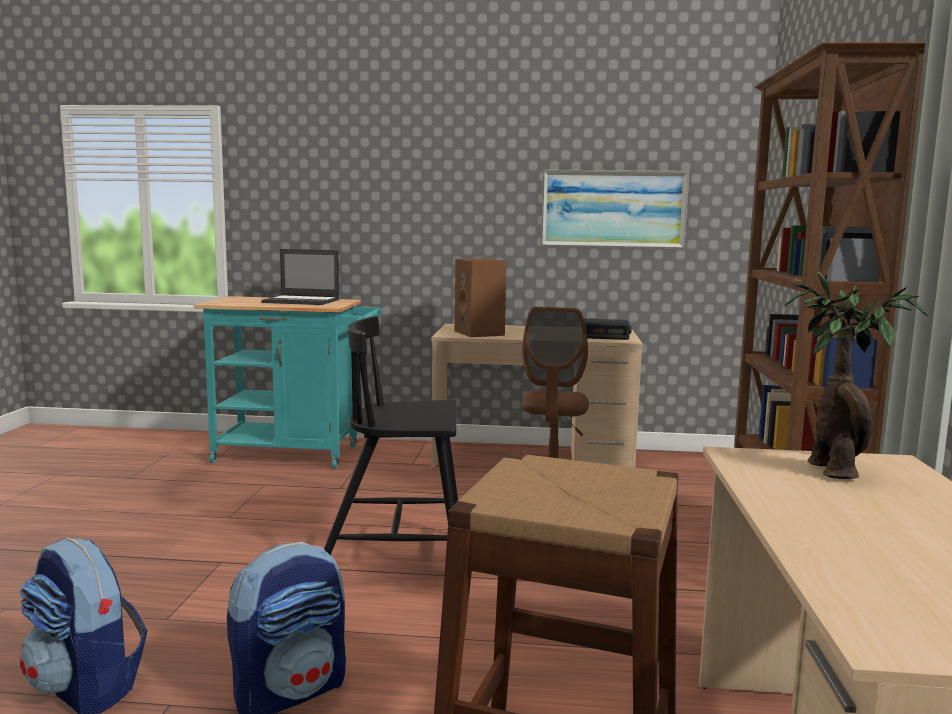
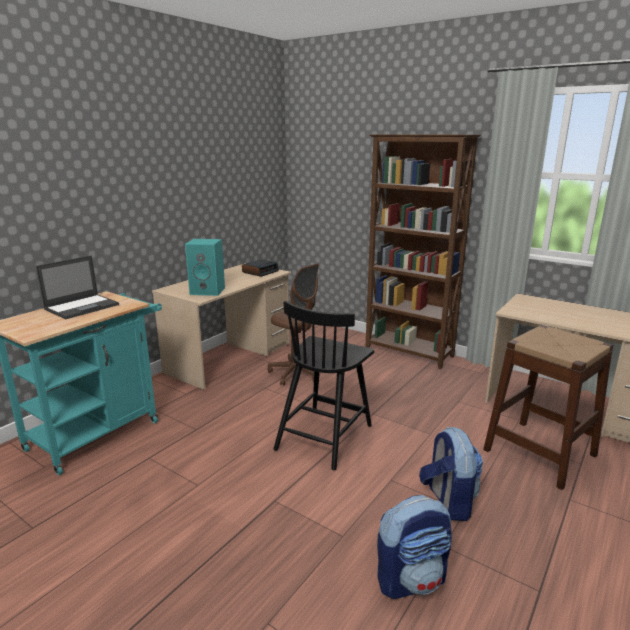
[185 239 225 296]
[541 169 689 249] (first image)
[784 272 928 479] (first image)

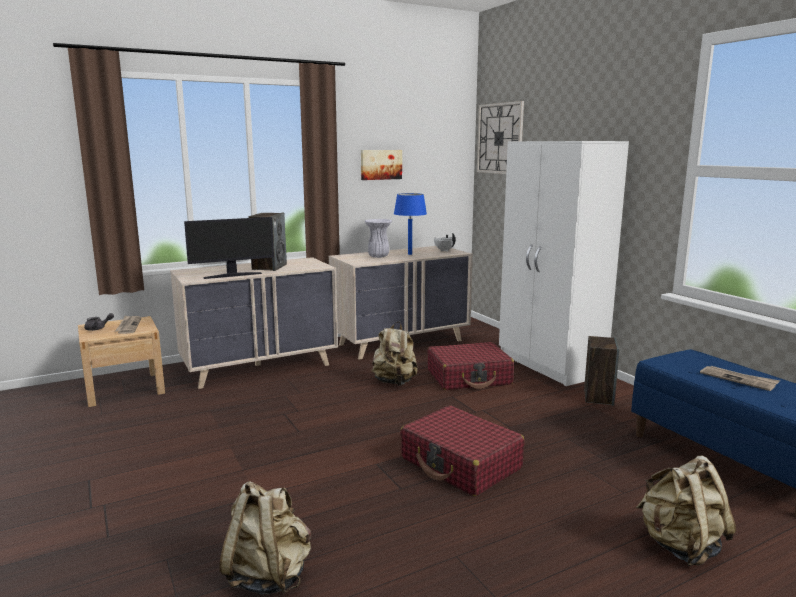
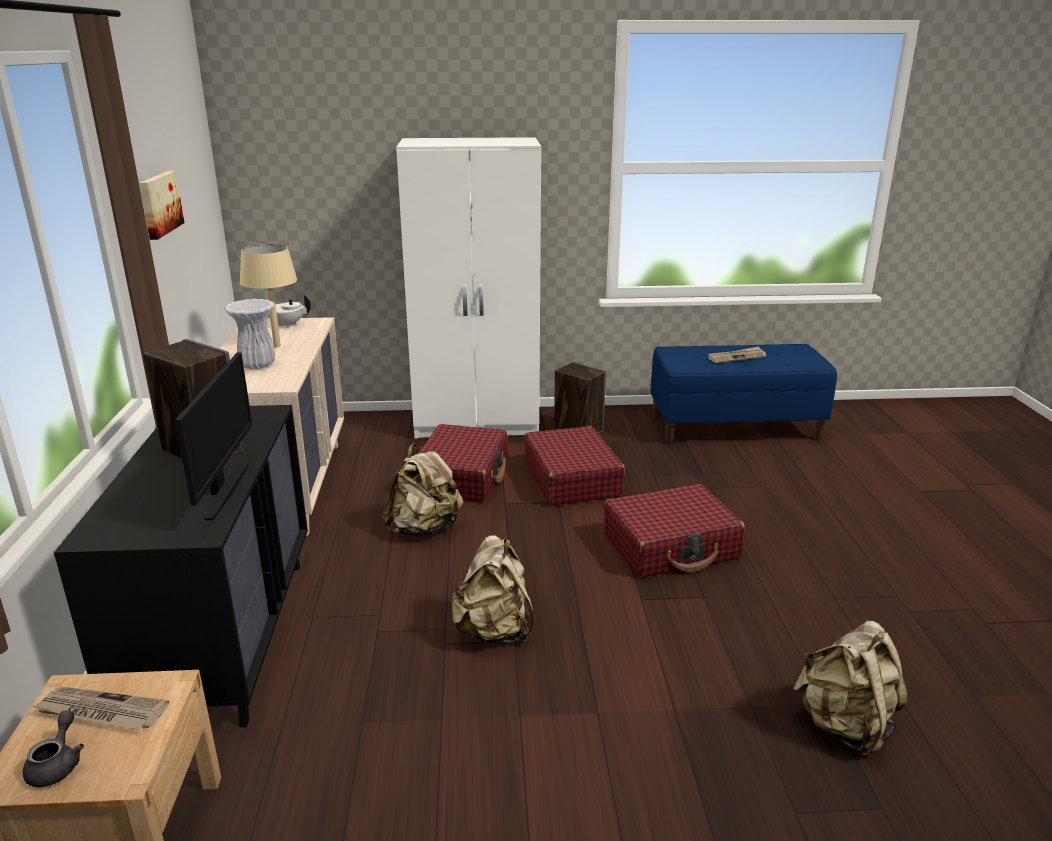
[54 405 308 727]
[240 244 298 347]
[477 101 524 174] (first image)
[451 535 534 643]
[524 426 625 505]

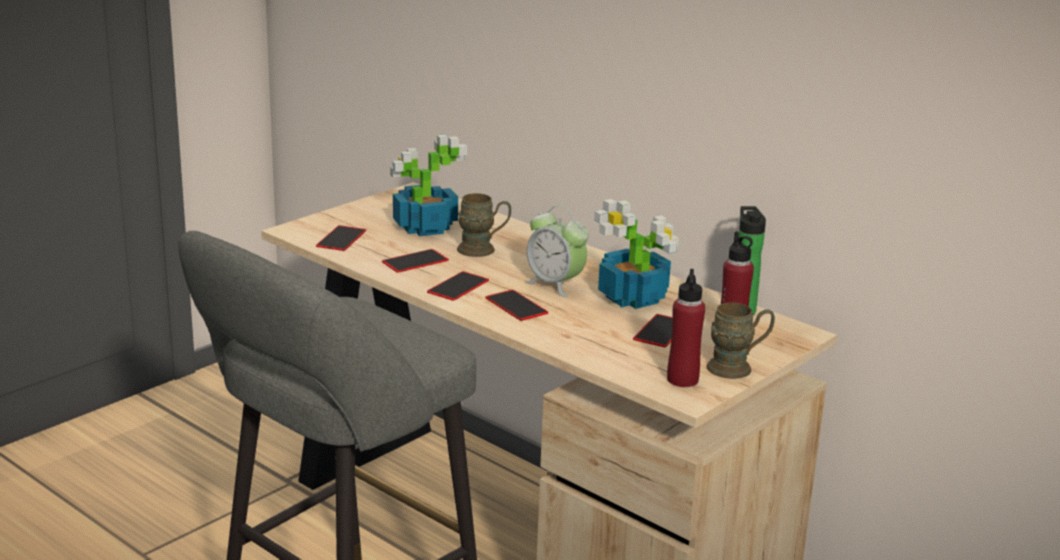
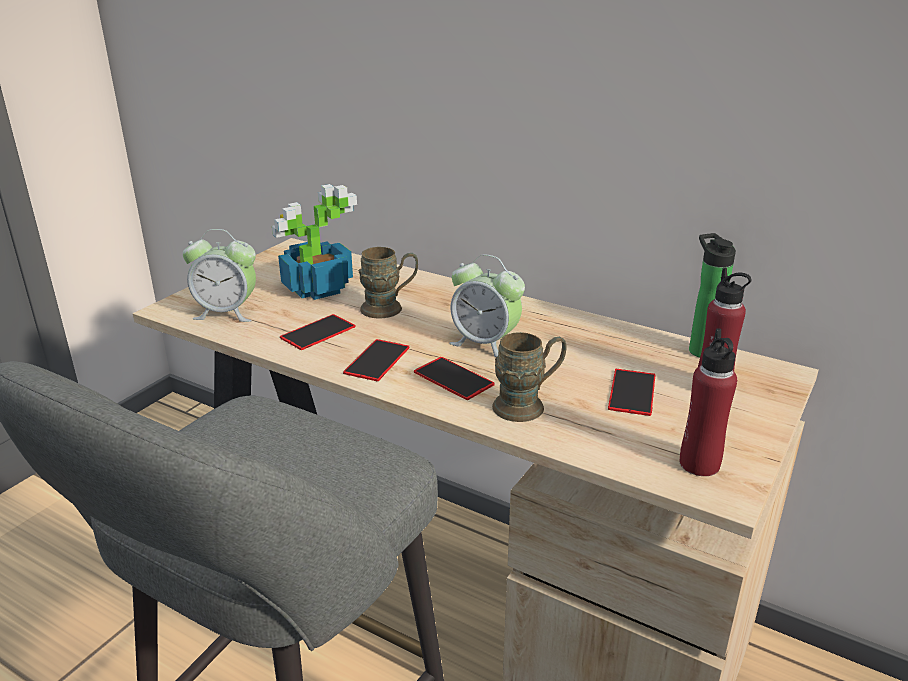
[183 229 256 322]
[594 199 679 309] (first image)
[492 332 567 422]

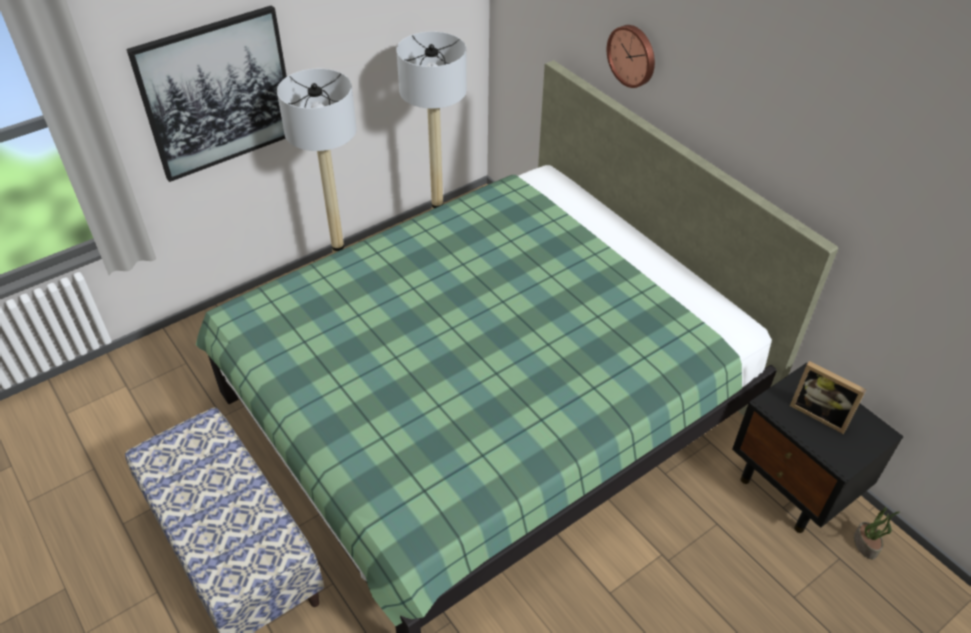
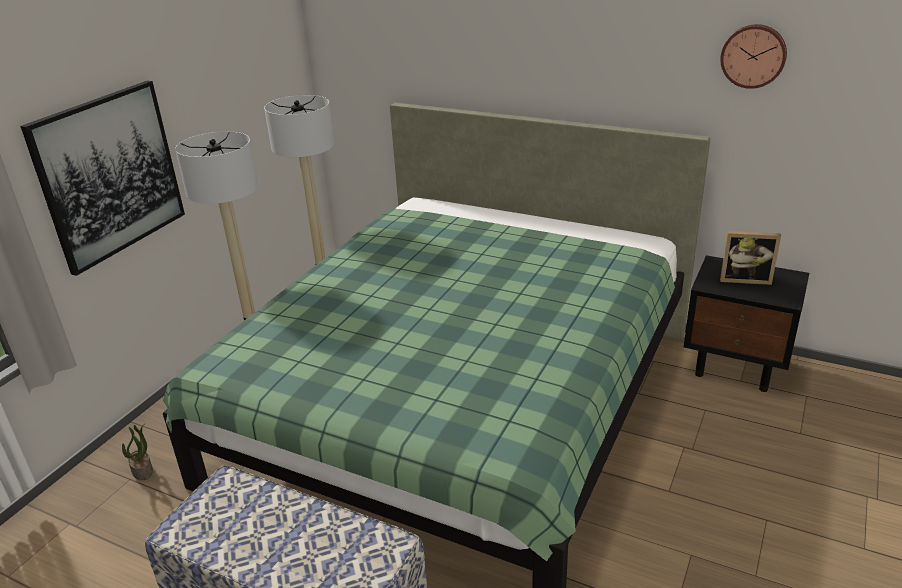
[720 24 787 89]
[122 423 153 480]

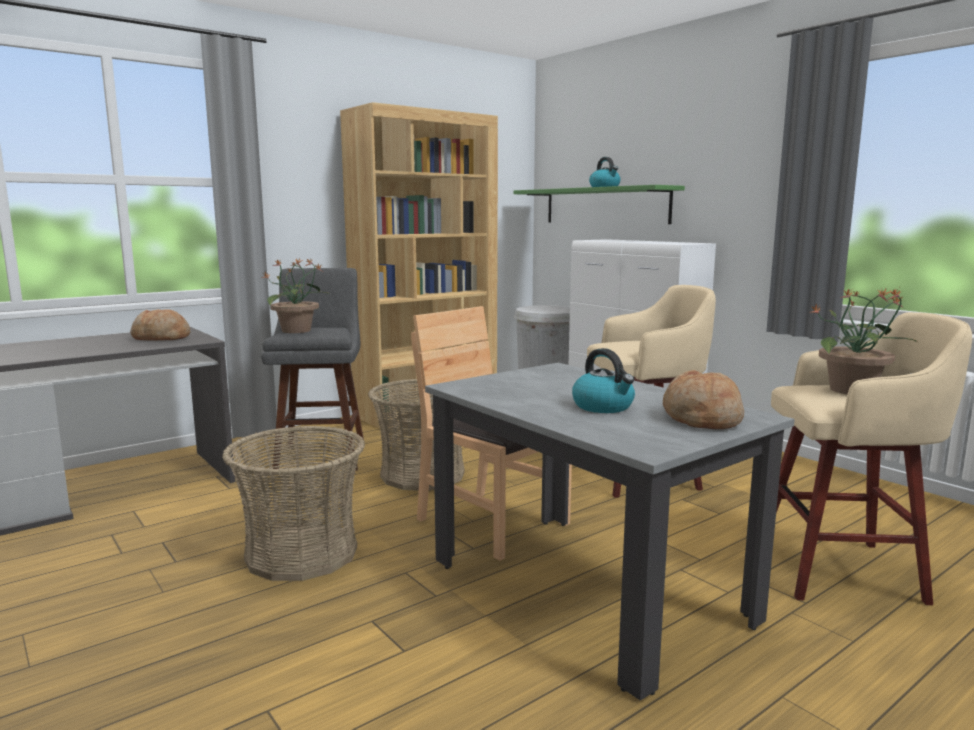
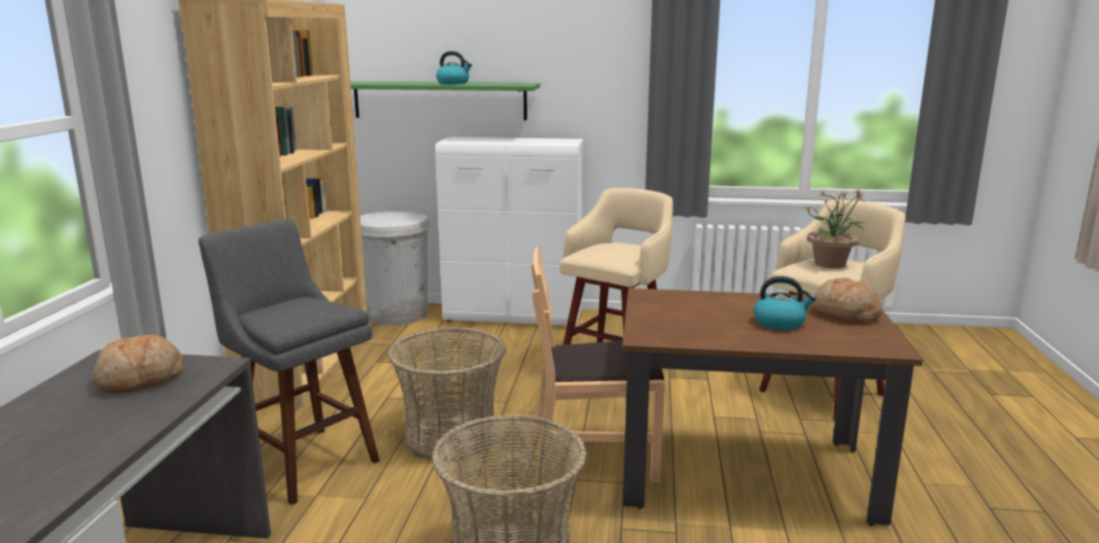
[261 258 331 333] (first image)
[622 288 923 526]

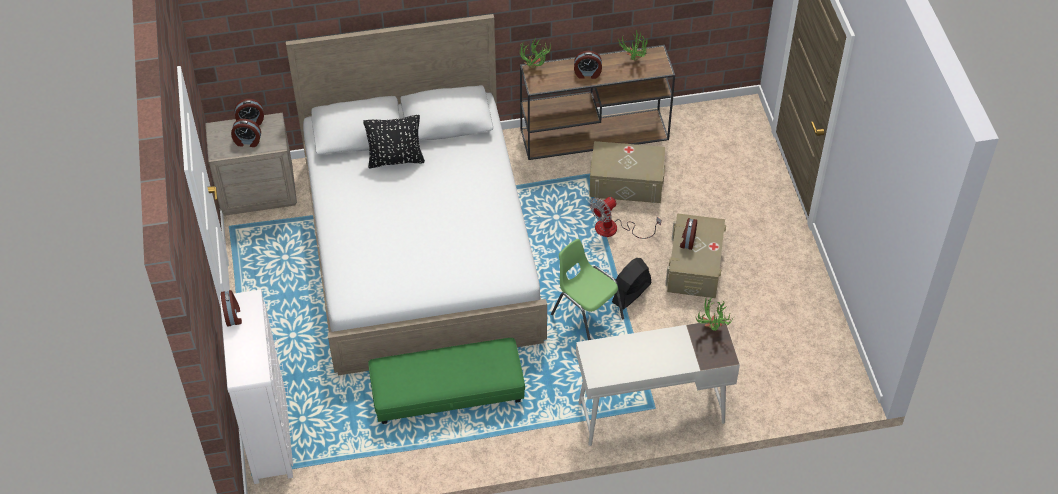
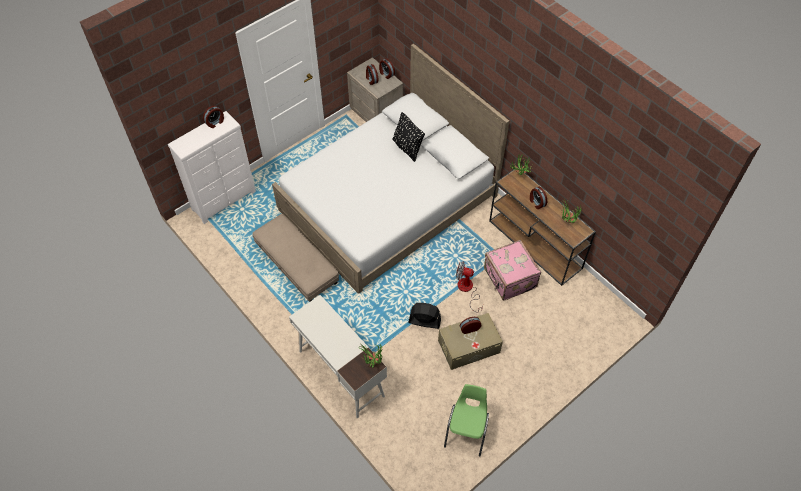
[252 214 339 302]
[444 384 489 457]
[484 240 541 301]

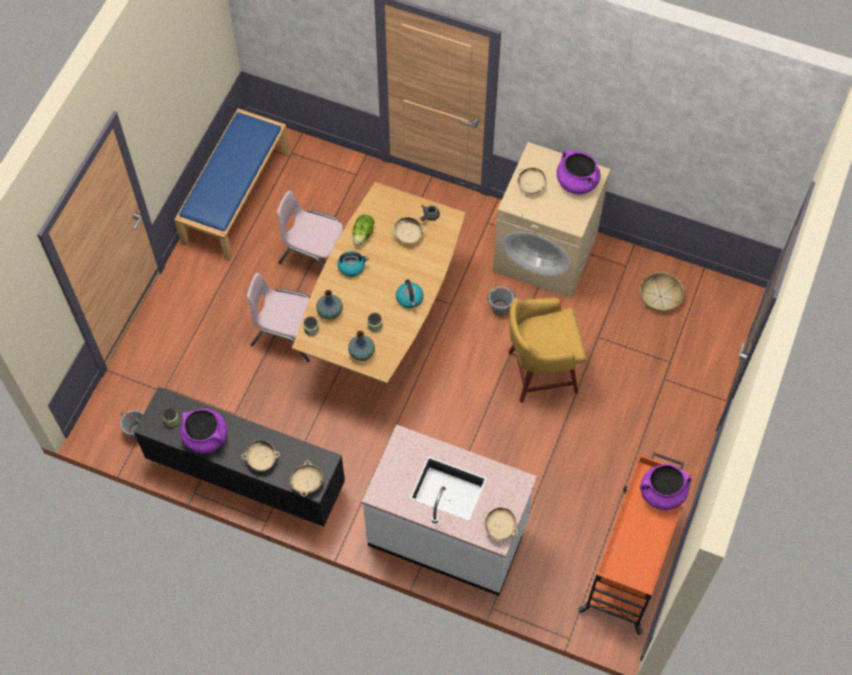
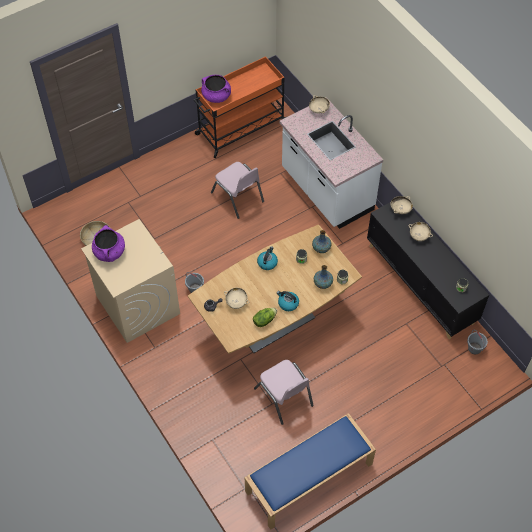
[180 409 227 453] (first image)
[211 162 264 219]
[508 298 586 403] (first image)
[518 167 547 194] (first image)

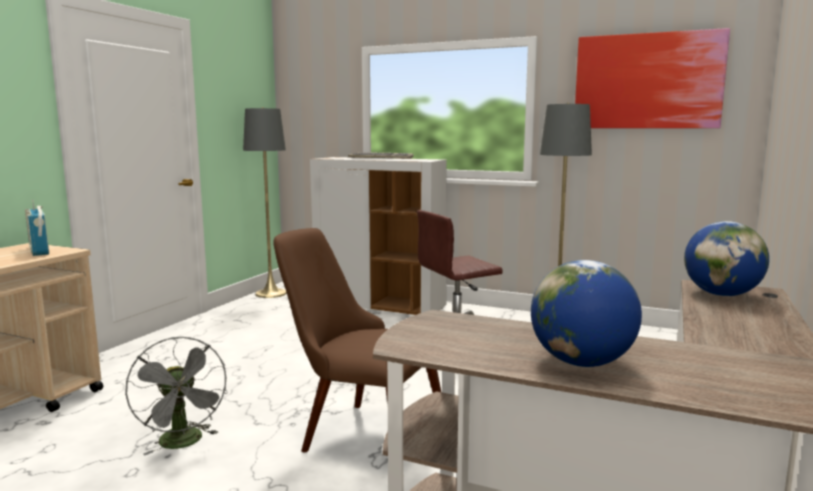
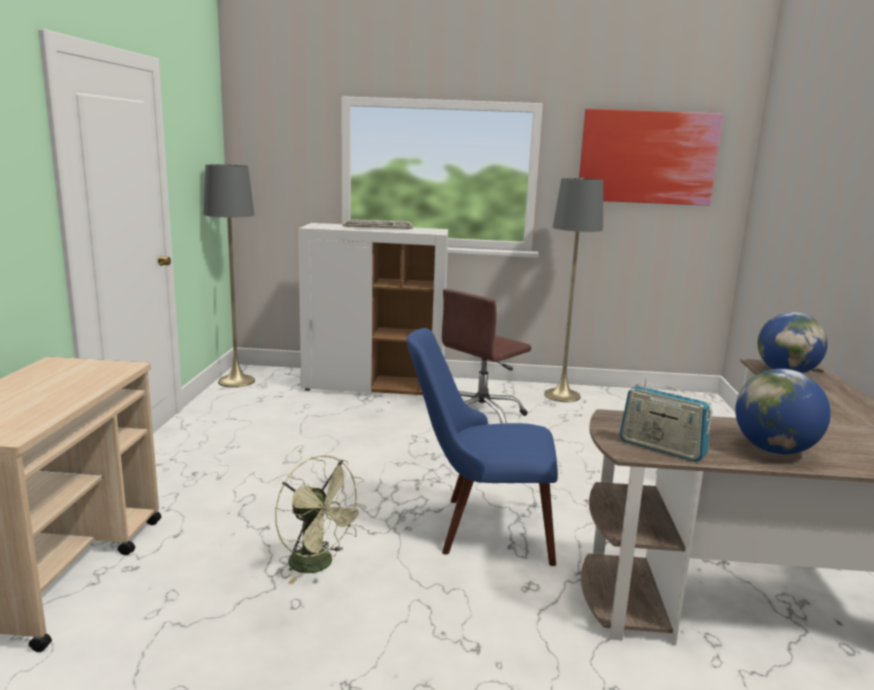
[619 376 713 462]
[275 455 366 584]
[407 328 558 566]

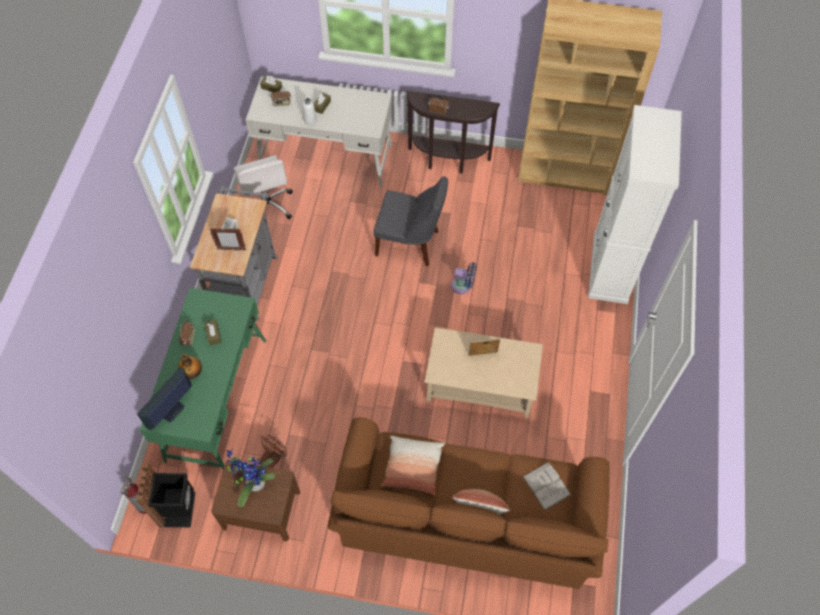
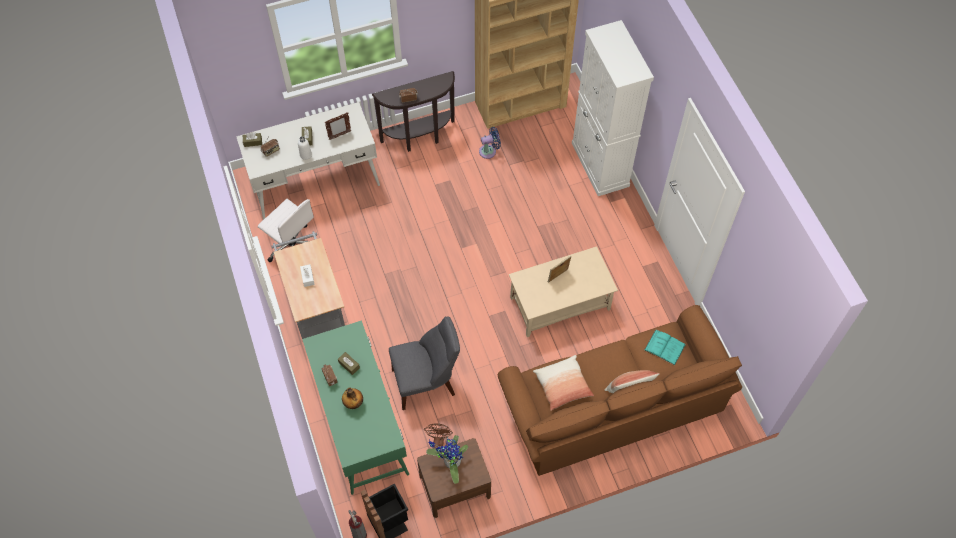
[137 367 192 430] (first image)
[325 113 351 140]
[389 316 460 410]
[479 127 501 159]
[644 329 686 366]

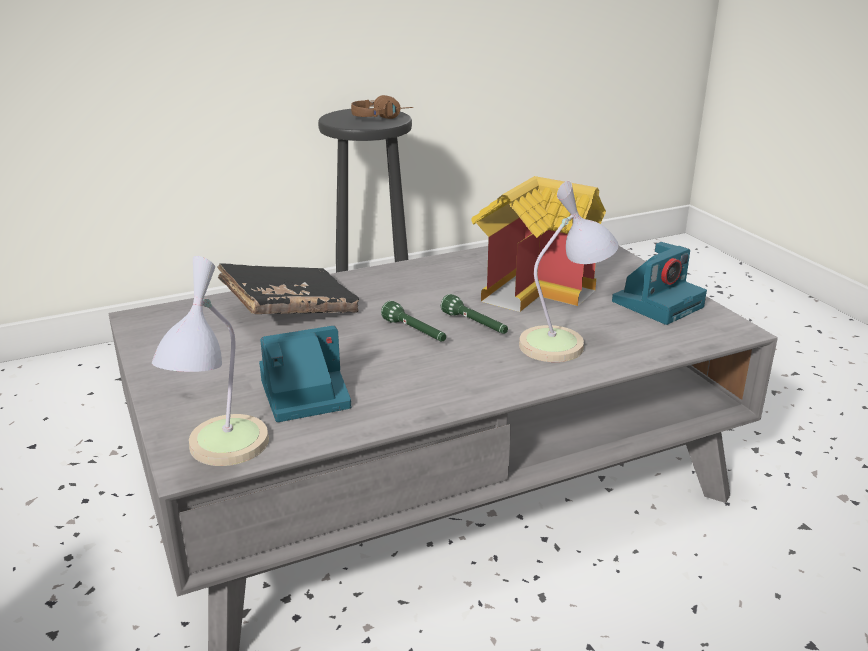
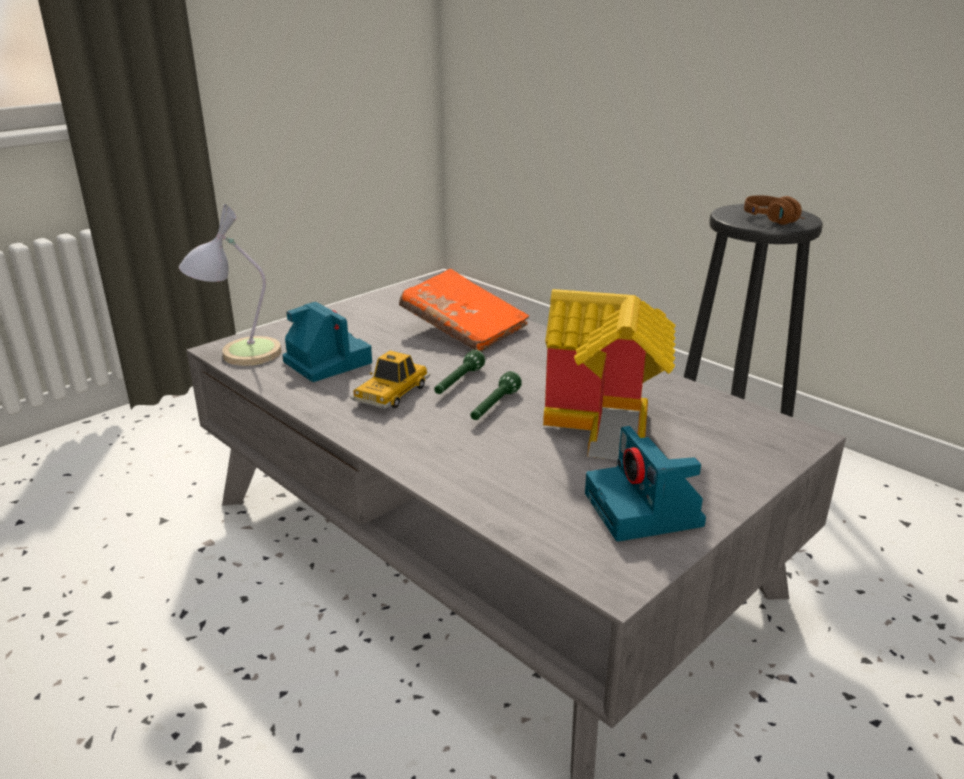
[399 269 529 352]
[519 181 619 362] (first image)
[585 426 706 541]
[351 350 430 409]

